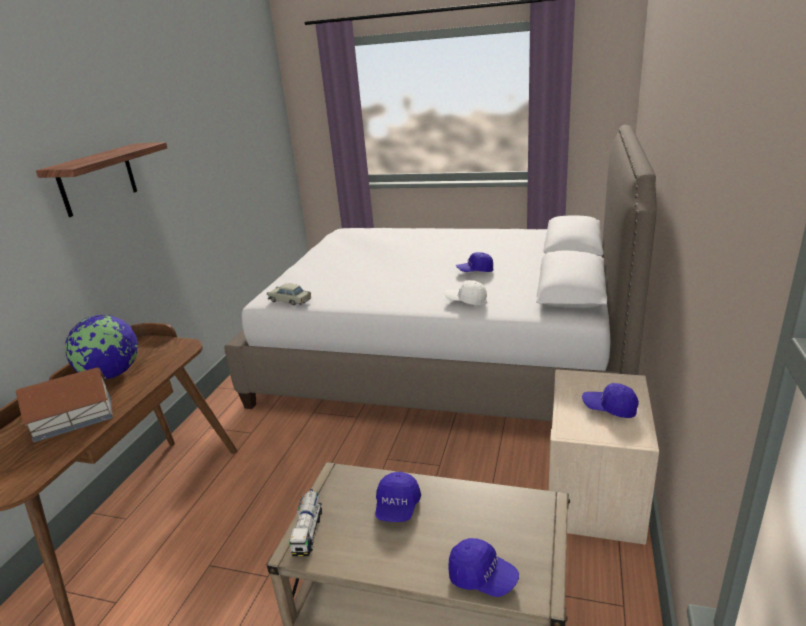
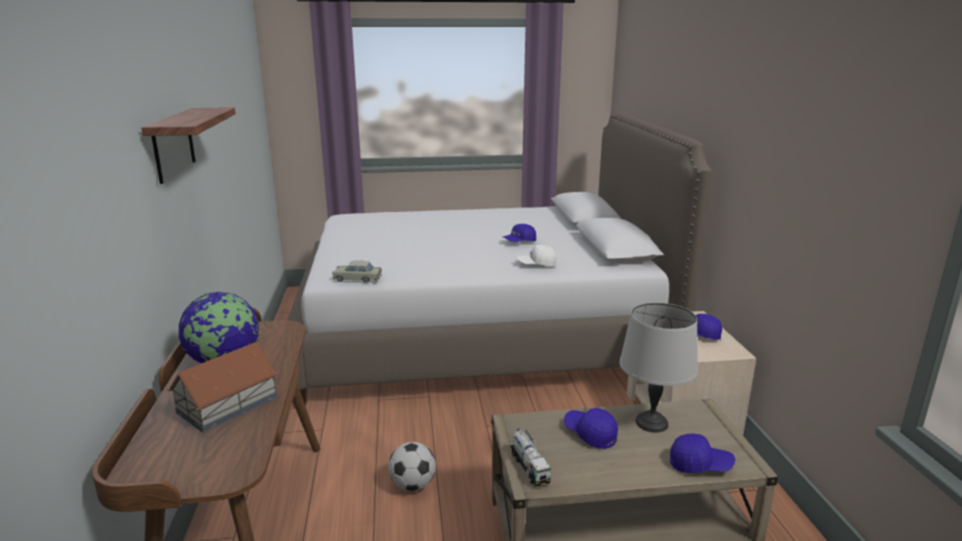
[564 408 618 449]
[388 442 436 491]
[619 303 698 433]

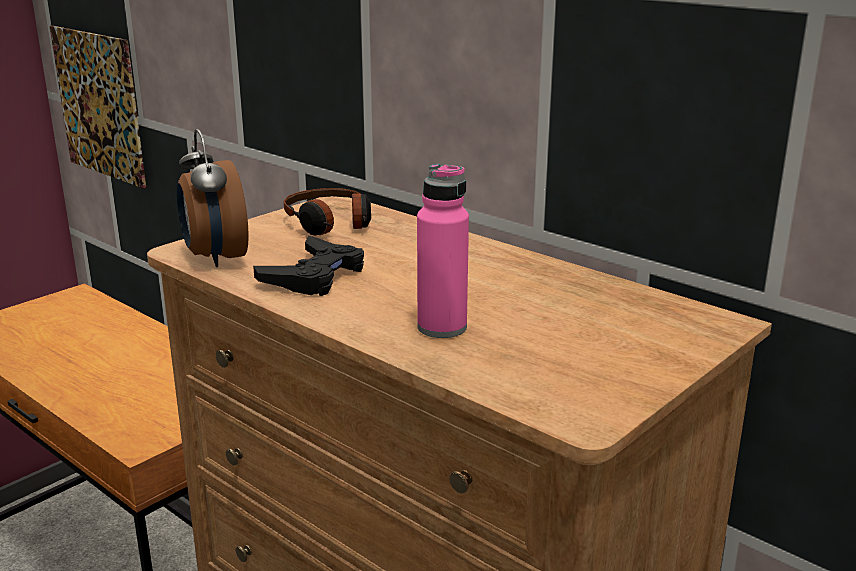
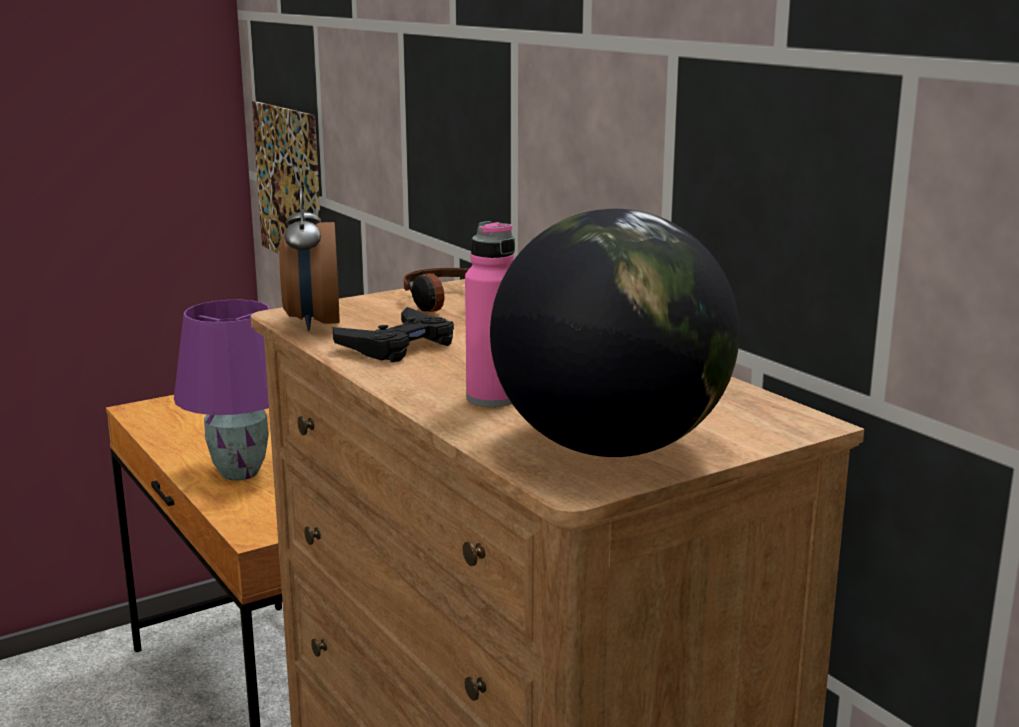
[174 300 270 481]
[490 209 739 457]

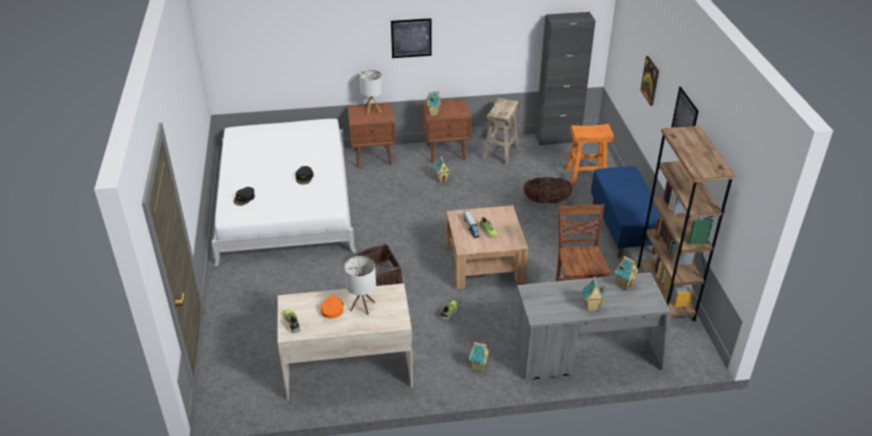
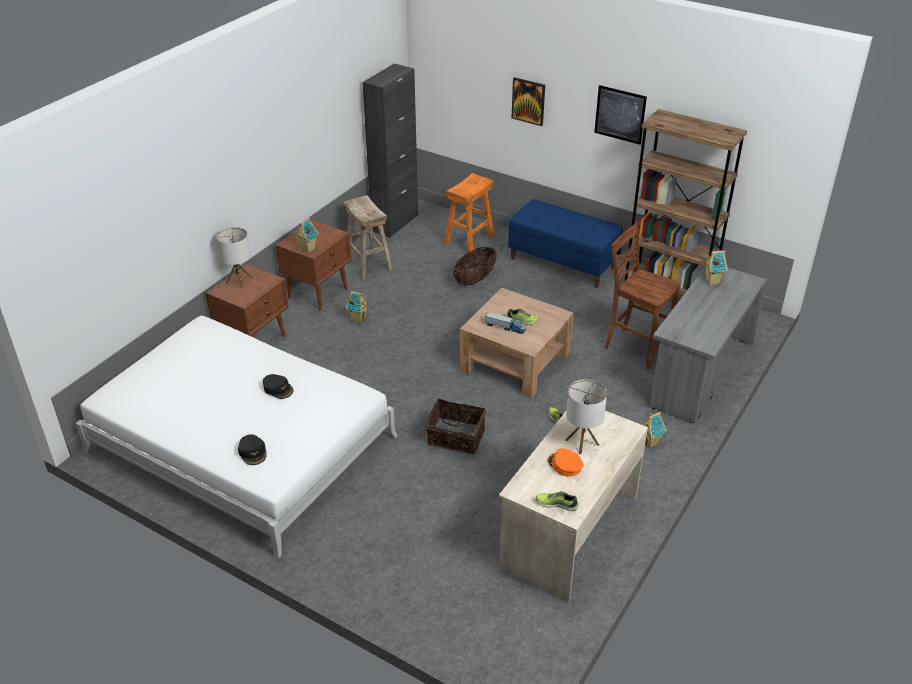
[391 18 432 58] (first image)
[582 276 605 311] (first image)

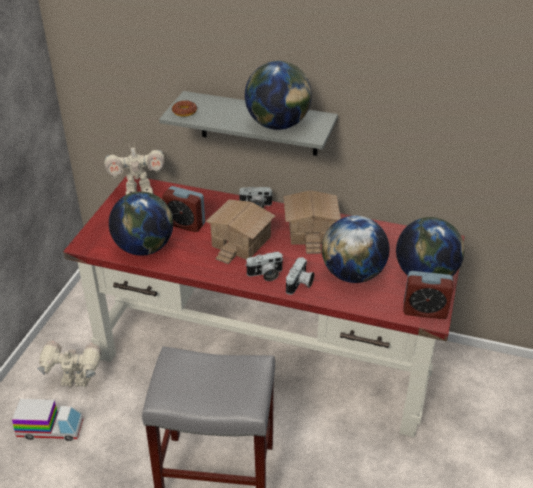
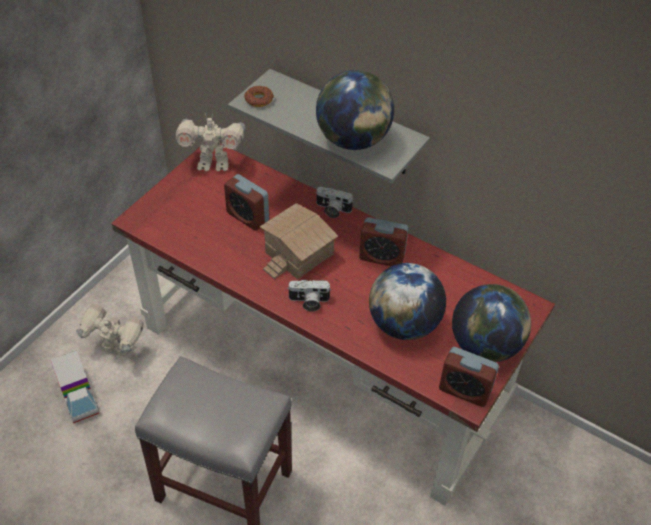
[51 350 99 423]
[109 191 173 256] (first image)
[359 217 408 266]
[286 257 314 295] (first image)

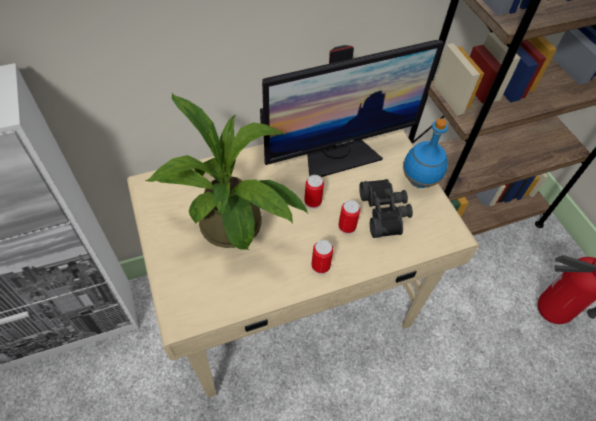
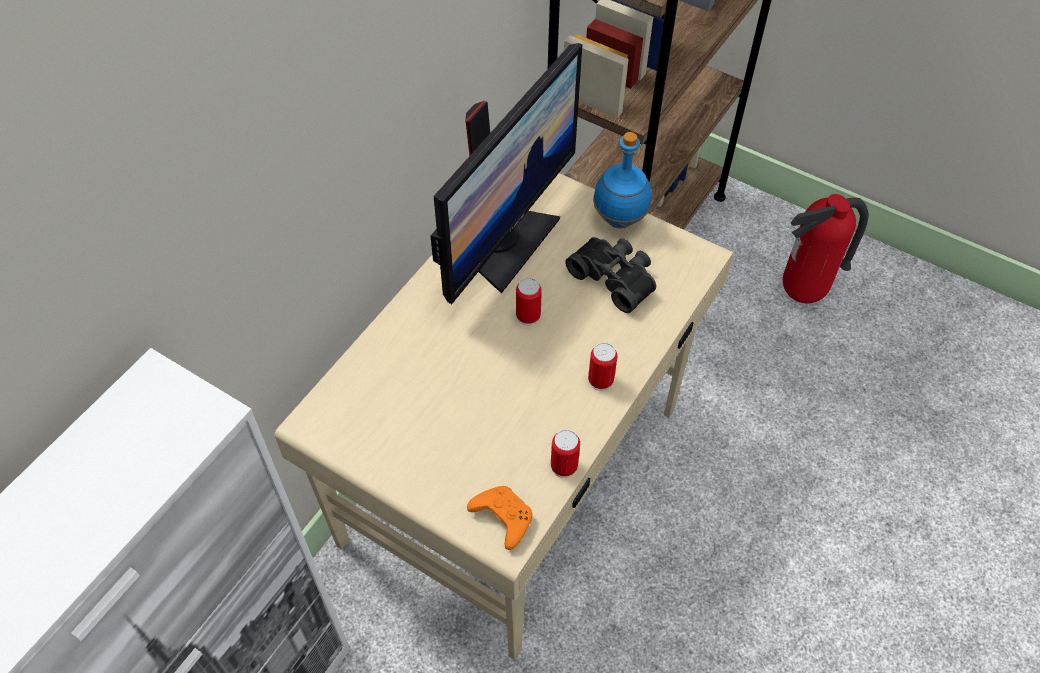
[145 93 308 250] (first image)
[551 430 580 478]
[467 486 533 550]

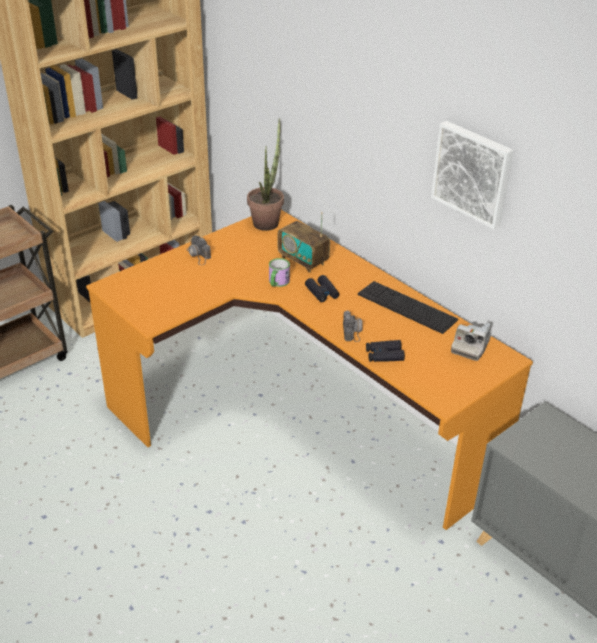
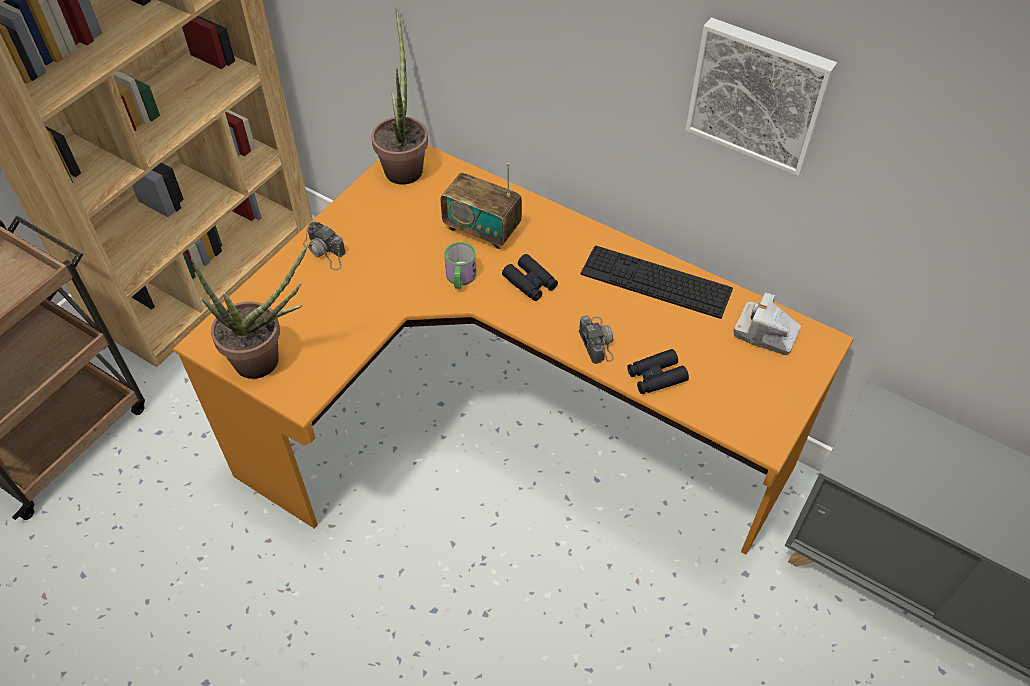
[733 292 801 355]
[191 245 308 379]

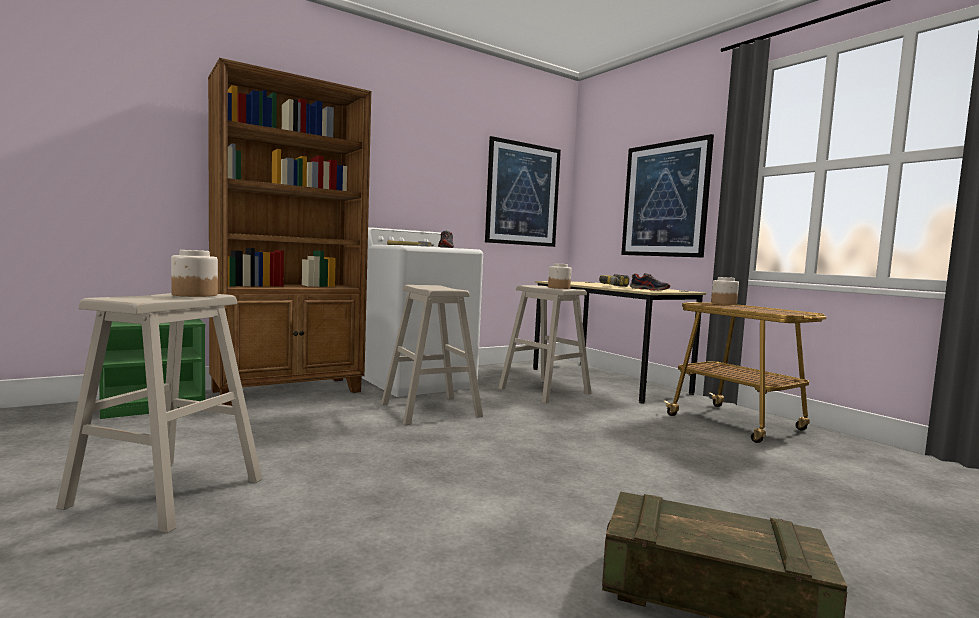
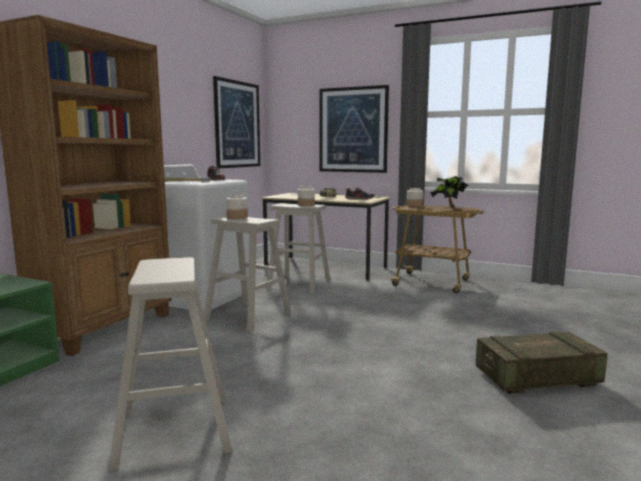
[226 194 248 219]
[430 176 469 208]

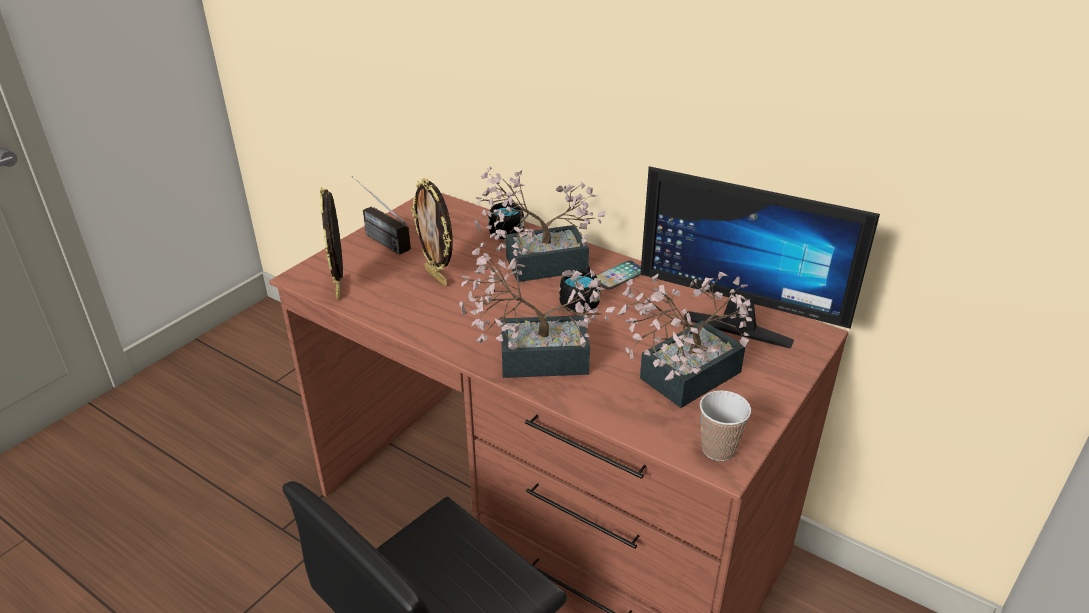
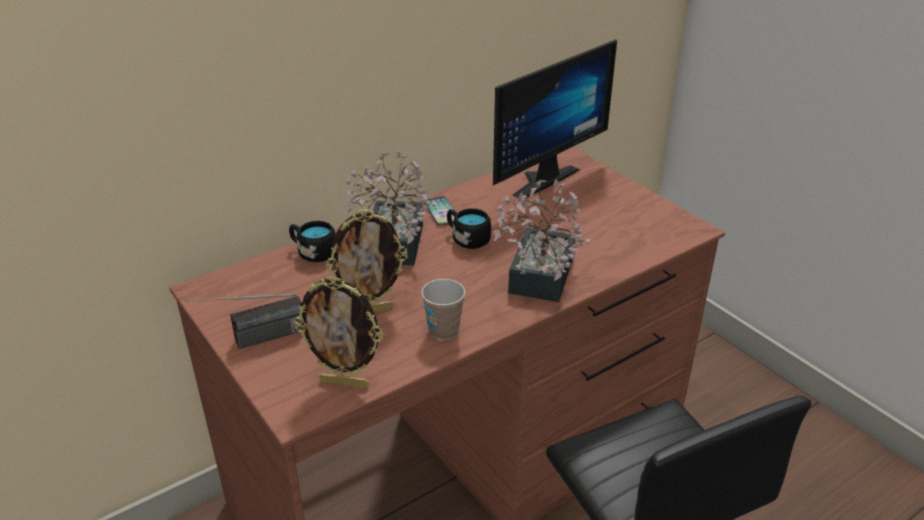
[618 272 752 408] (first image)
[421 279 465 340]

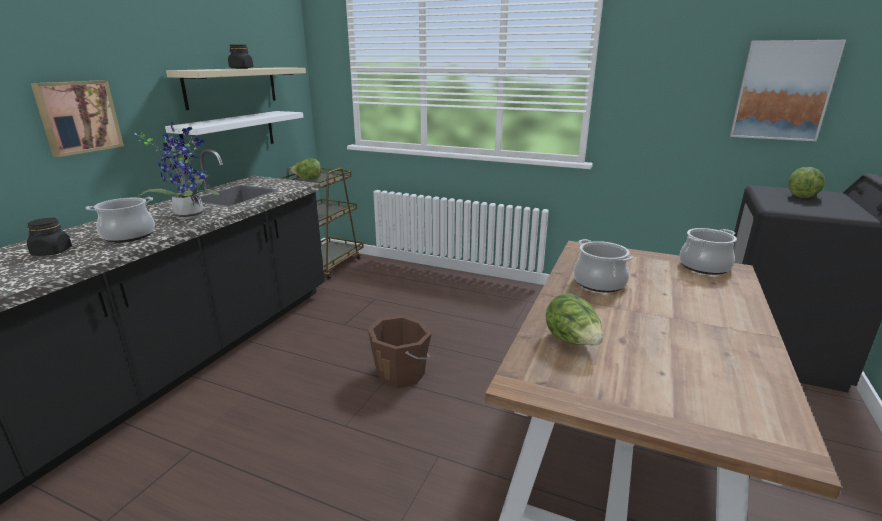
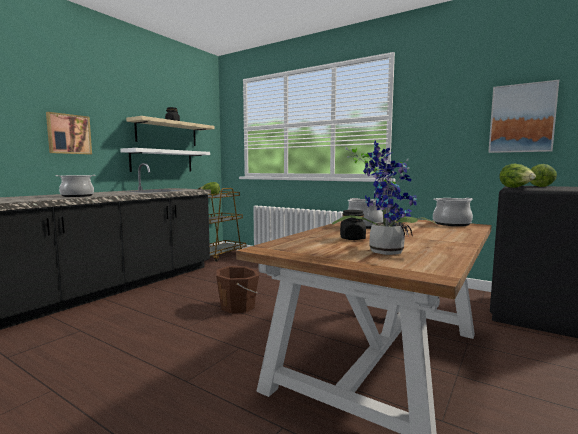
[340 210 366 240]
[332 141 437 255]
[499 164 536 188]

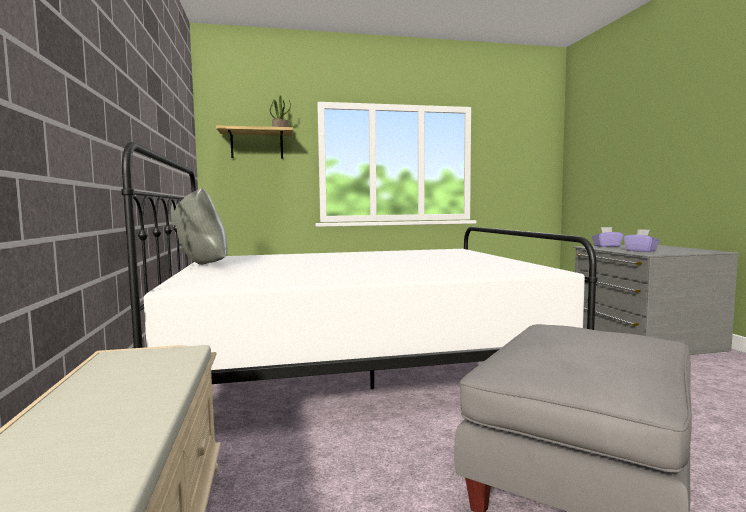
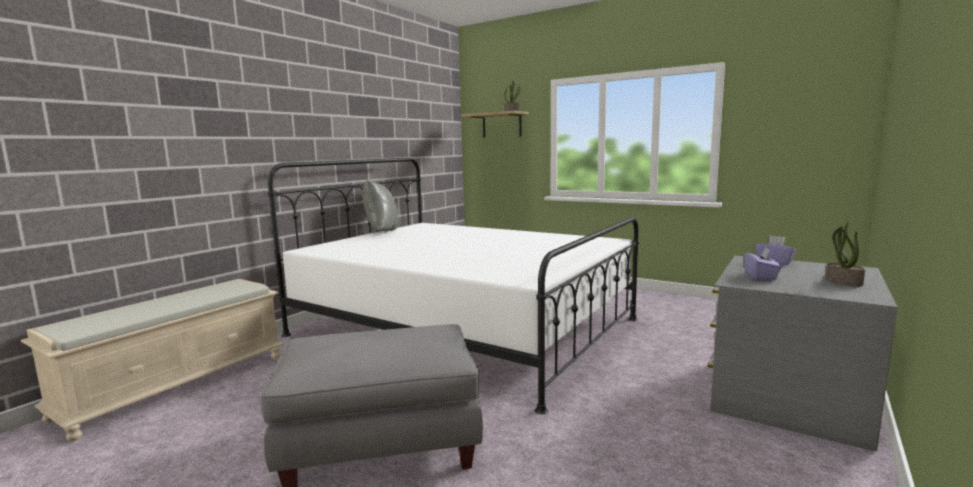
[825 221 865 287]

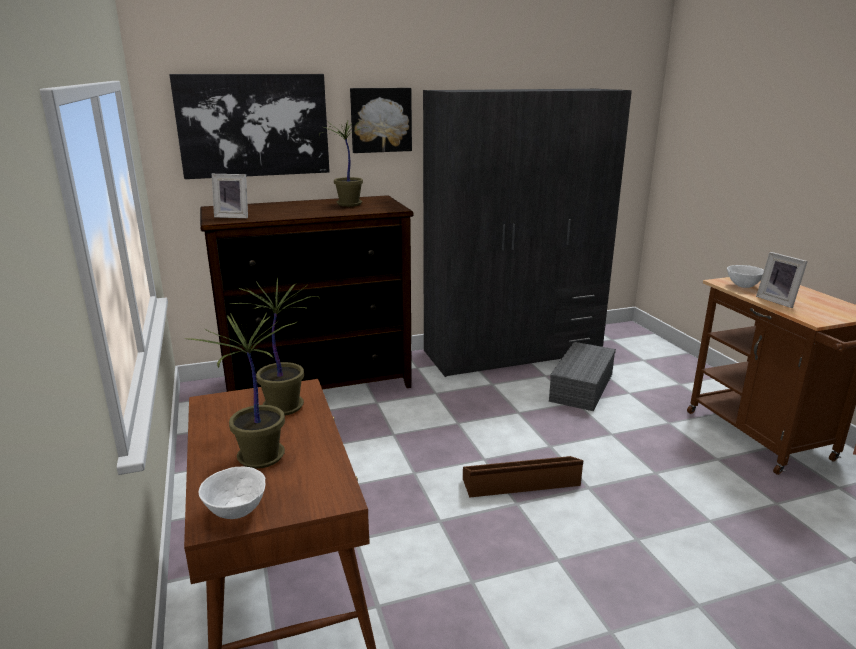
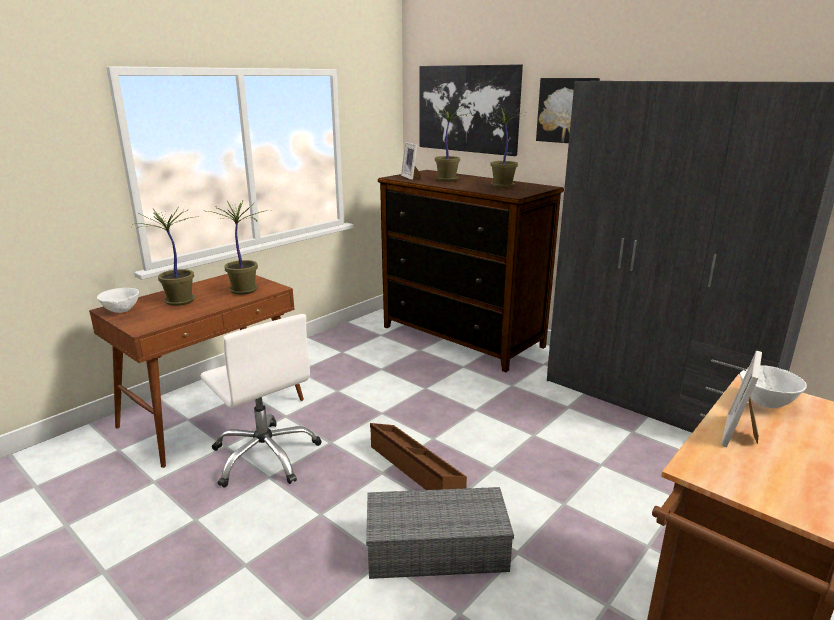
[366 487 514 579]
[201 314 322 488]
[427 107 470 181]

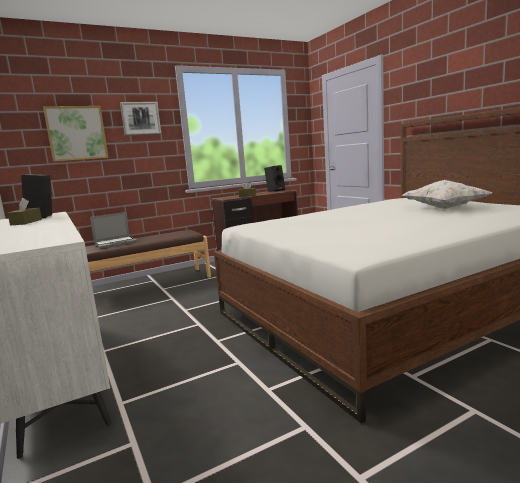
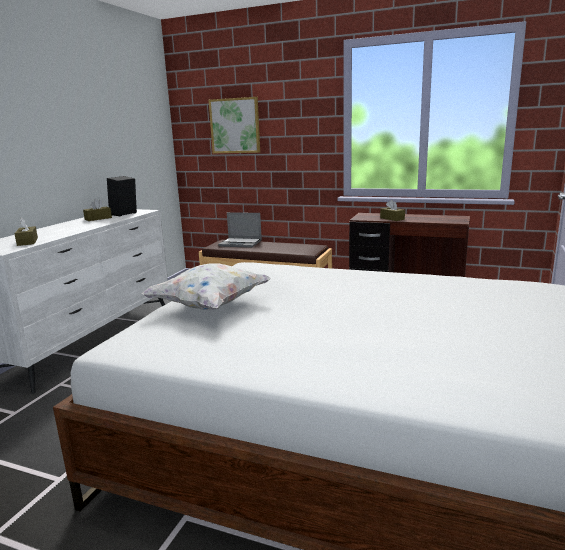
[120 102 161 136] (first image)
[264 165 285 192] (first image)
[142 263 271 310]
[14 218 38 246]

